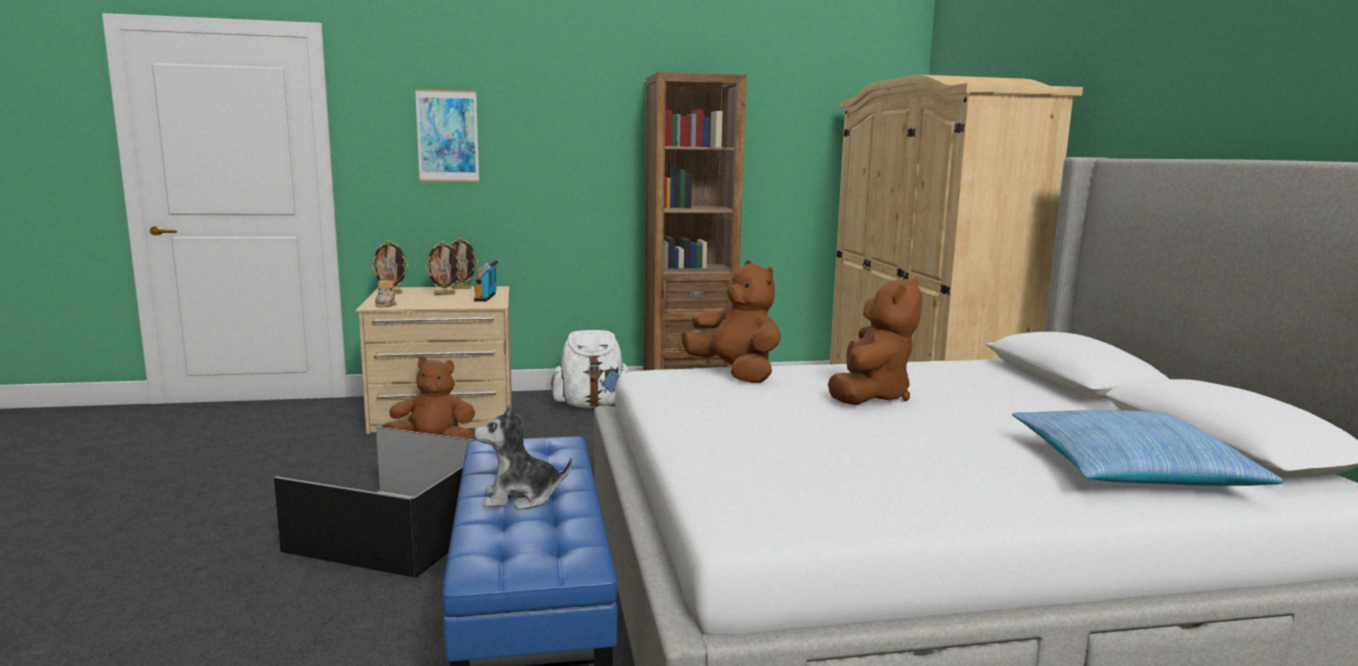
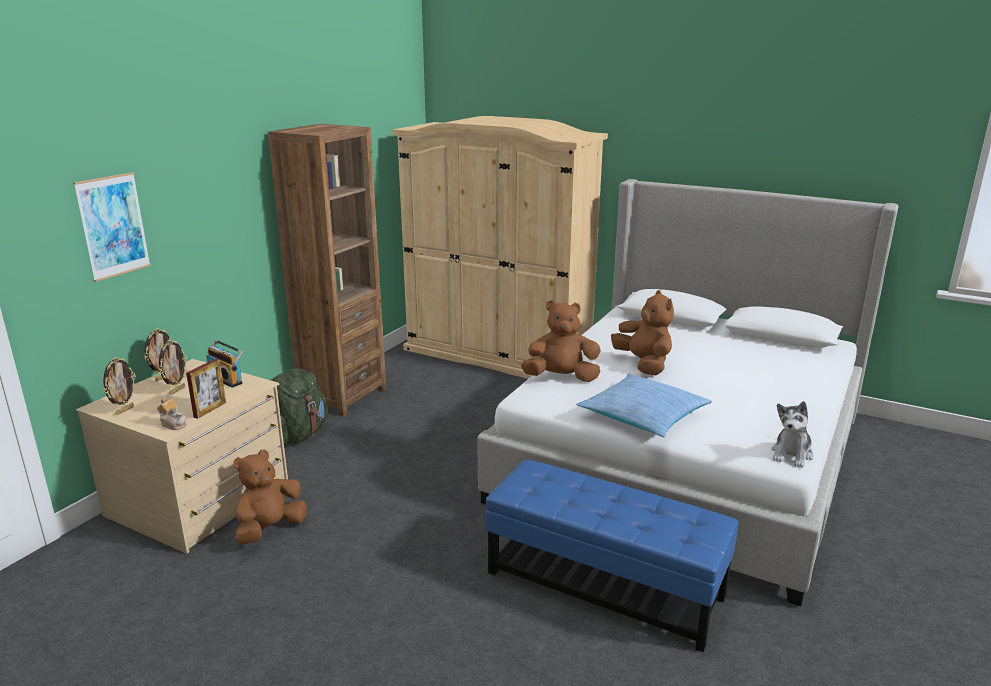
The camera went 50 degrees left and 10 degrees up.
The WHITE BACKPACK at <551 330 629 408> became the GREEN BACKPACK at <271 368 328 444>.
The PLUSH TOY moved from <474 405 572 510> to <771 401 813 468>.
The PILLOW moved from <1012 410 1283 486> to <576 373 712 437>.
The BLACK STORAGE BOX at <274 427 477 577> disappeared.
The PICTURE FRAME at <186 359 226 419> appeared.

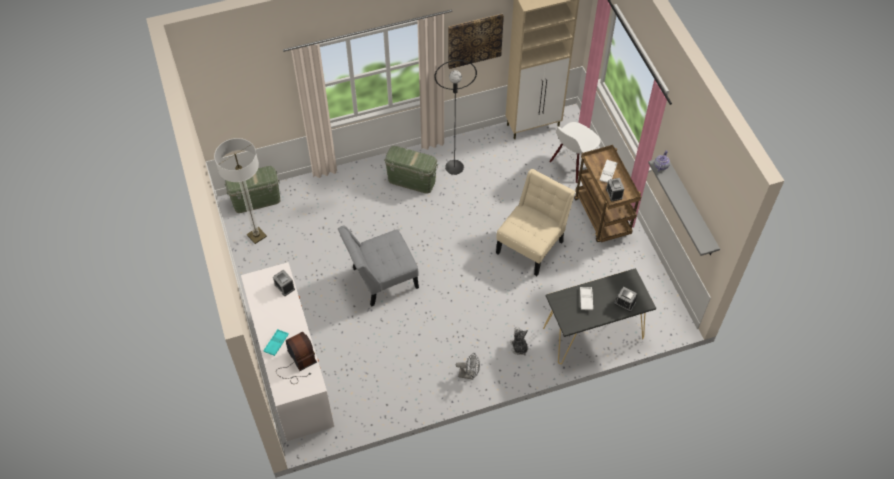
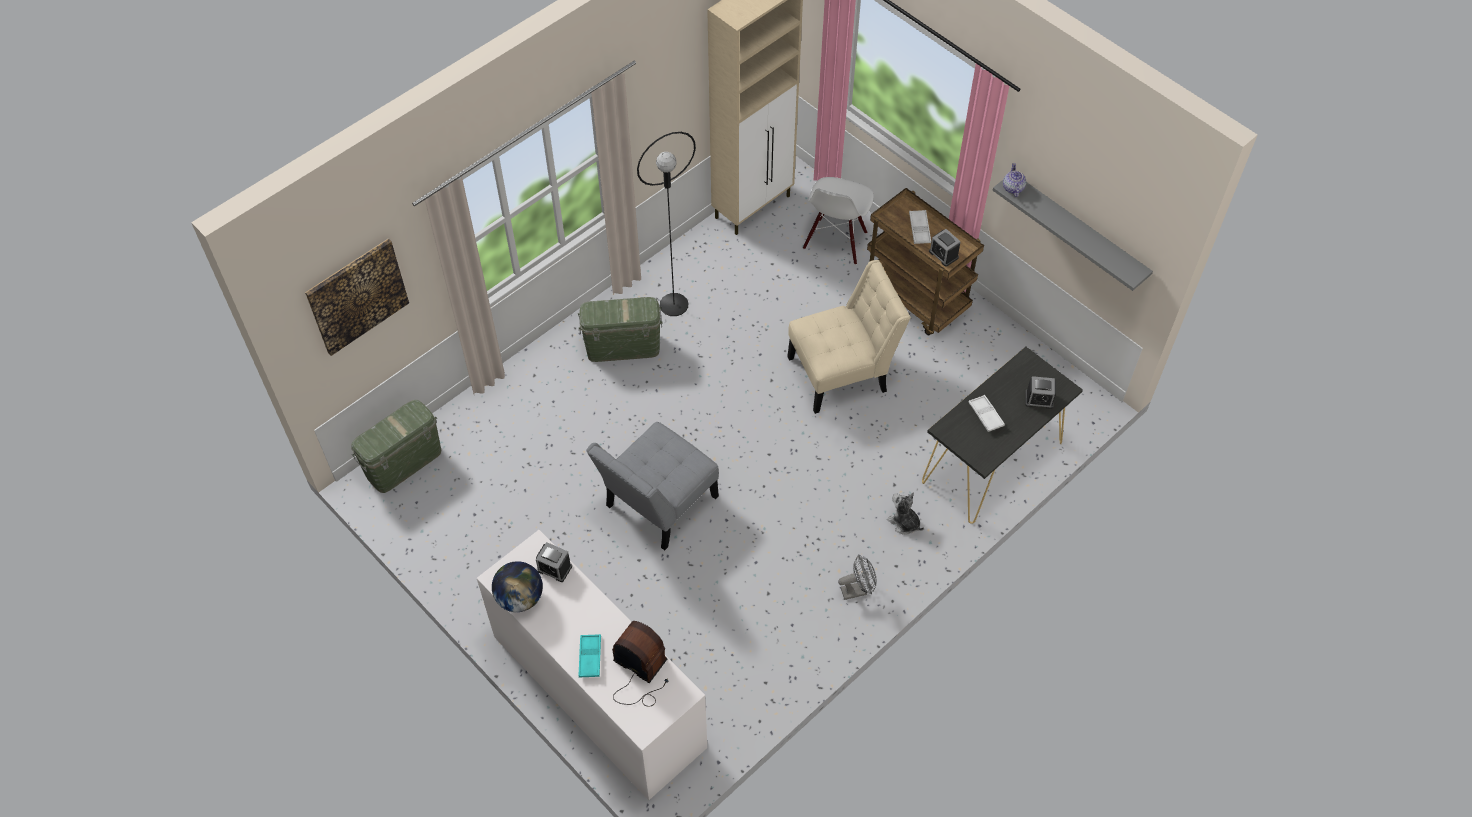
The camera went 25 degrees left and 0 degrees up.
The PICTURE moved from <448 14 504 69> to <305 239 409 356>.
The FLOOR LAMP at <214 138 267 244> disappeared.
The BEIGE CHAIR at <496 169 575 276> turned 60 degrees clockwise.
The GLOBE at <492 561 543 612> appeared.

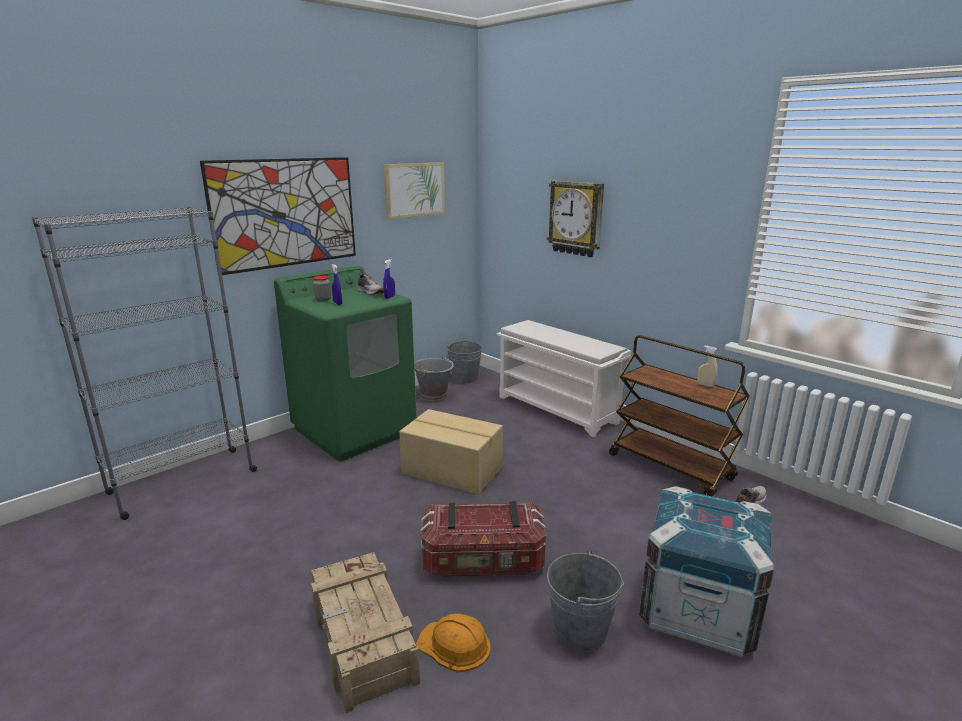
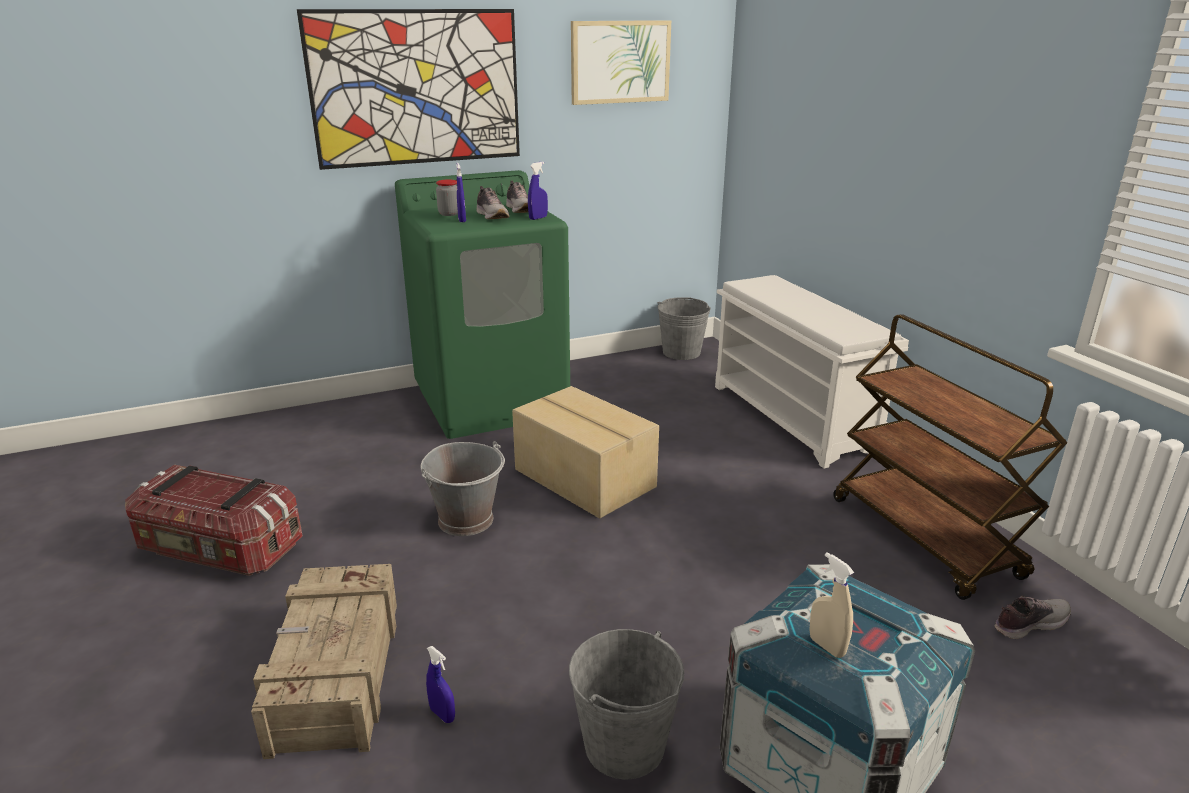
The camera went 20 degrees right and 5 degrees up.
The WALL CLOCK at <547 181 604 257> disappeared.
The GREY BOOKCASE at <32 206 257 520> disappeared.
The BEIGE SPRAY BOTTLE moved from <697 345 717 387> to <809 552 854 658>.
The GREY BUCKET moved from <414 355 454 401> to <420 441 505 536>.
The STORAGE BOX moved from <420 501 547 577> to <125 465 303 576>.
The ORANGE HARD HAT at <416 613 491 672> was replaced by the BLUE SPRAY BOTTLE at <426 646 455 723>.
The SHOE at <476 186 509 219> appeared.

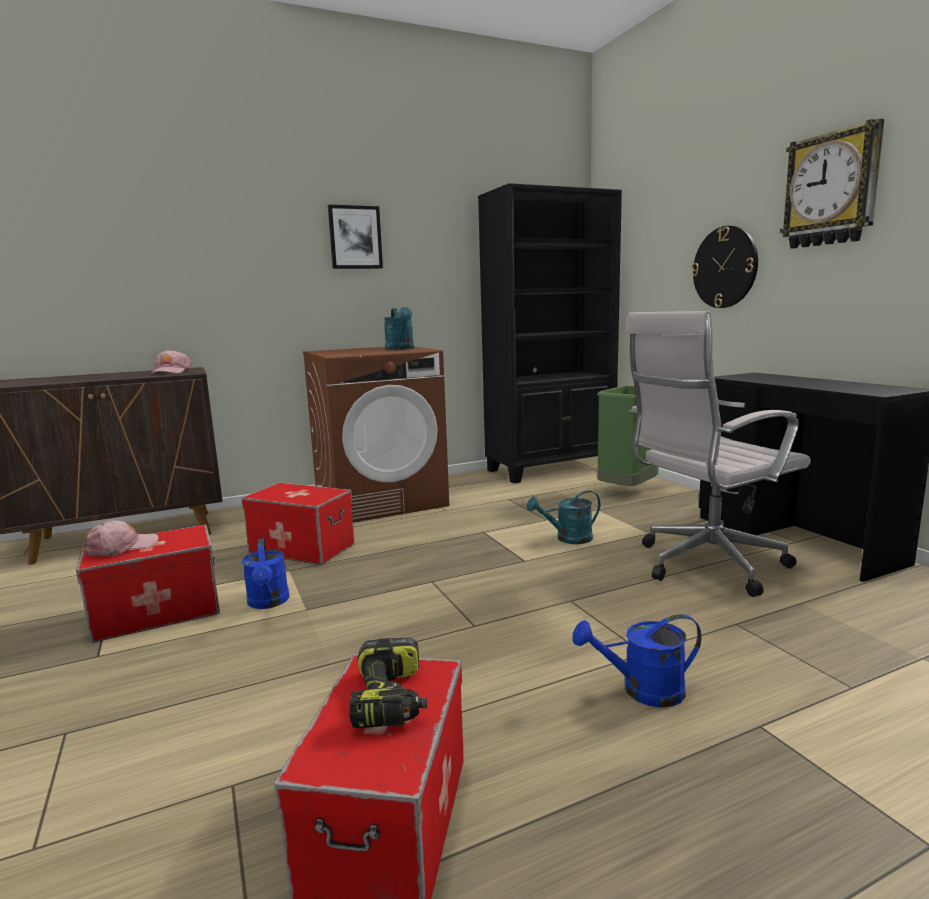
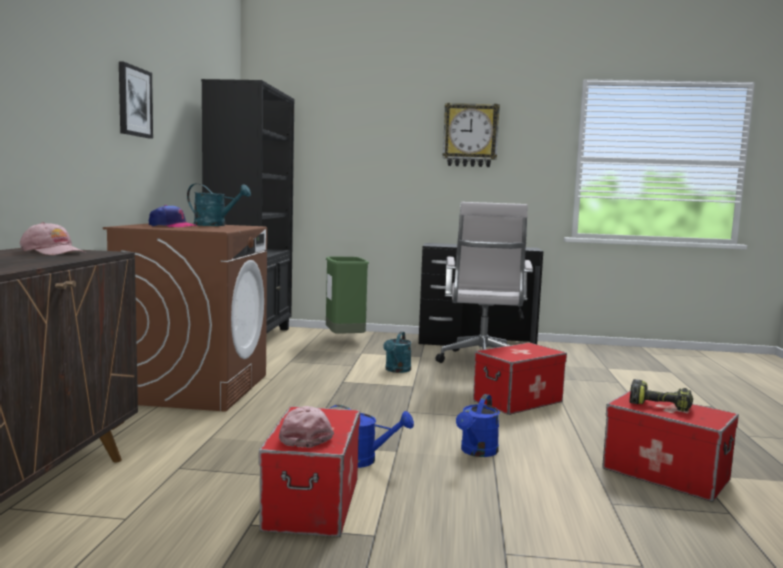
The camera went 60 degrees left and 5 degrees down.
The WALL CLOCK at <691 226 758 308> disappeared.
The STORAGE BOX moved from <241 483 355 565> to <473 343 567 415>.
The BLUE WATERING CAN moved from <573 614 702 707> to <456 394 500 457>.
The CAP at <149 205 198 227> appeared.

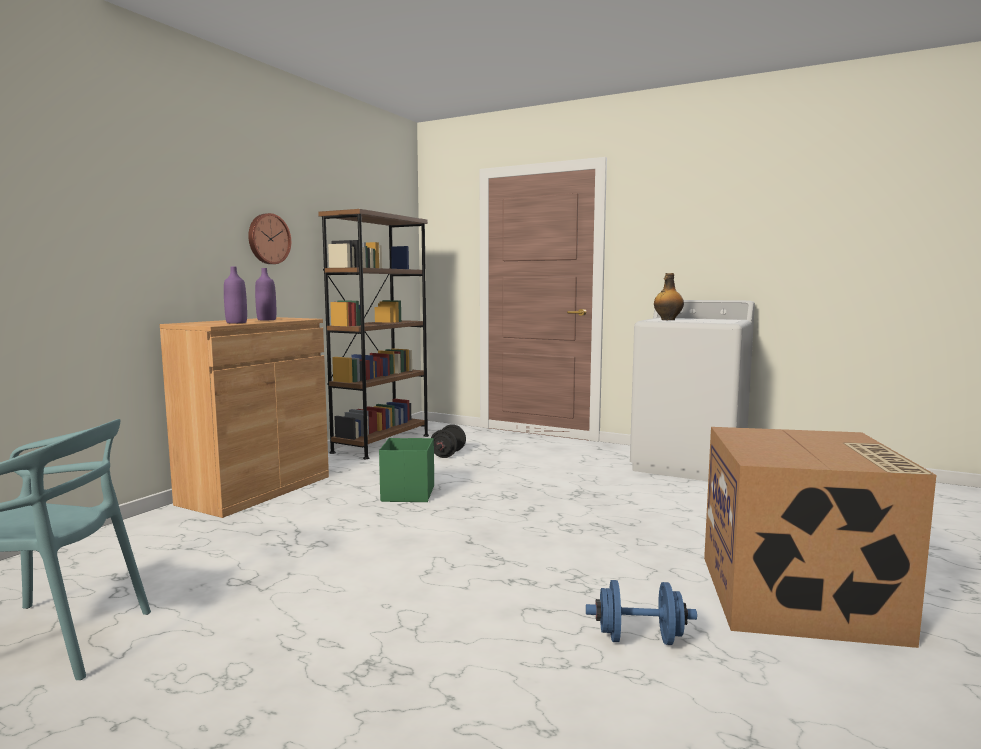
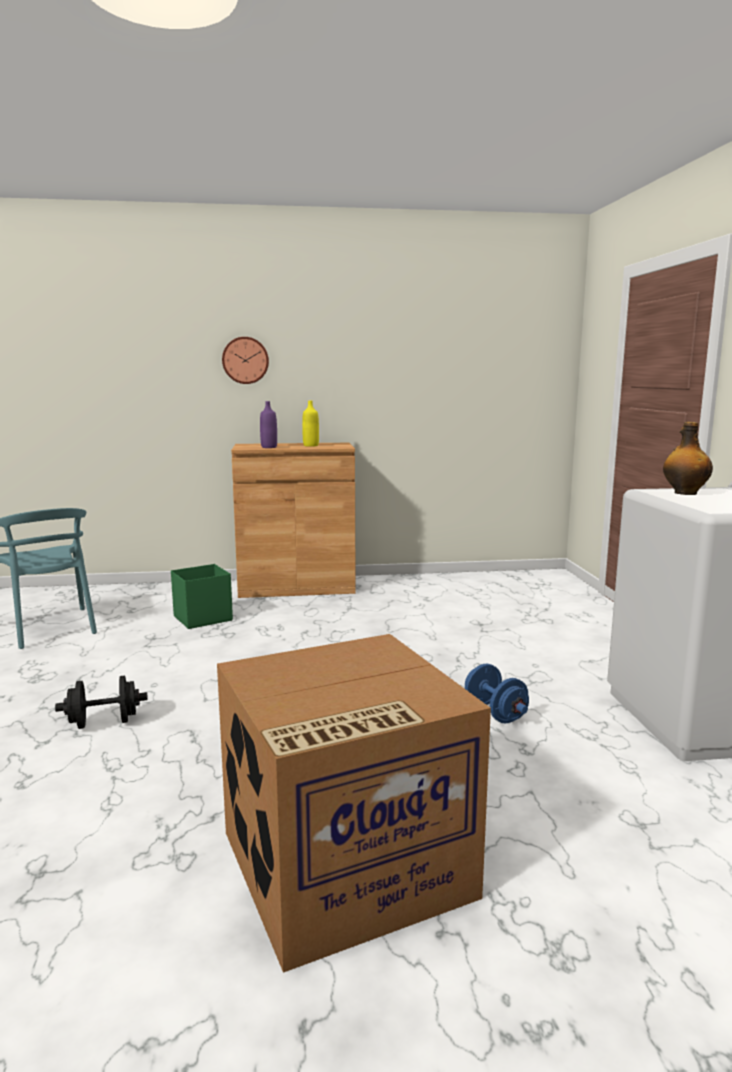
The camera went 55 degrees right and 5 degrees up.
The BROWN BOOKCASE at <318 209 429 459> disappeared.
The WALL CLOCK moved from <248 213 291 264> to <222 337 269 384>.
The PURPLE BOTTLE at <255 268 276 320> became the YELLOW BOTTLE at <302 401 319 447>.
The BLACK DUMBBELL moved from <431 424 466 458> to <55 676 148 729>.
The GREEN STORAGE BOX moved from <379 438 434 502> to <171 564 233 629>.
The BLUE DUMBBELL moved from <586 580 697 645> to <465 664 529 723>.

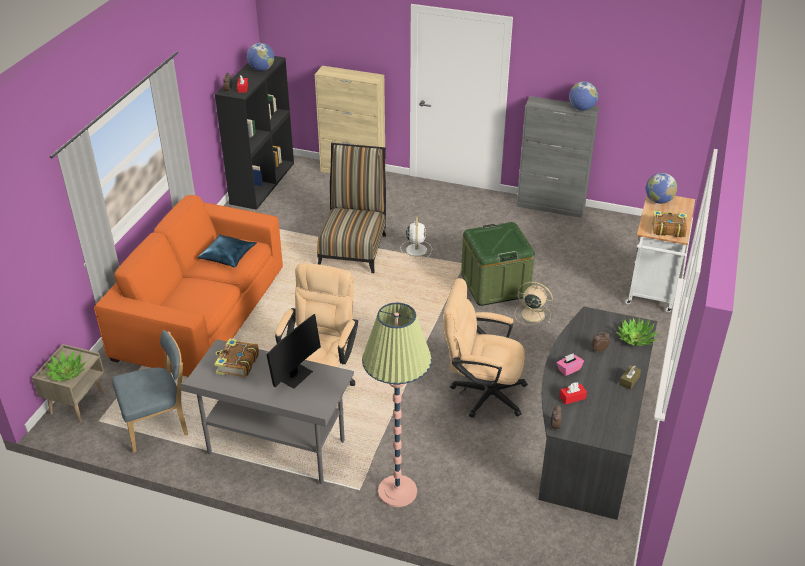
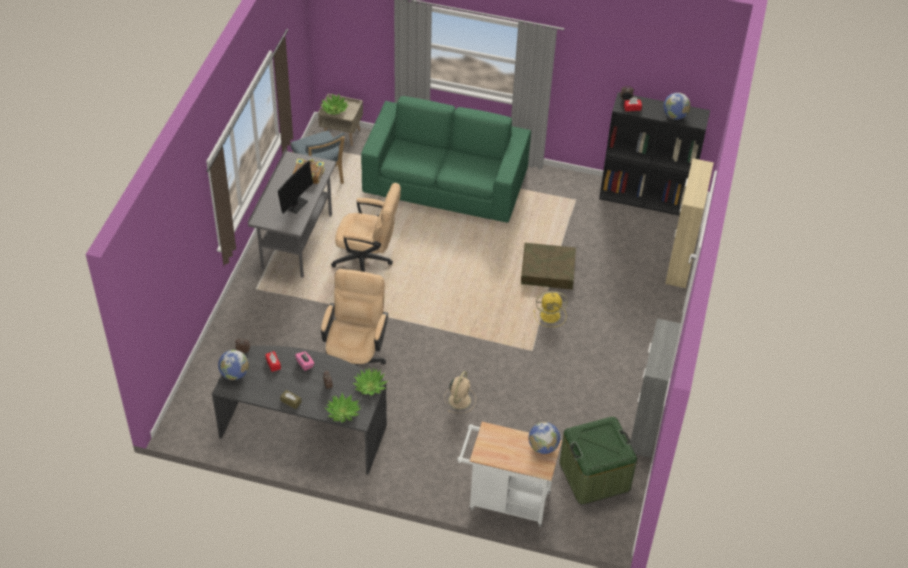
The camera went 85 degrees right and 10 degrees up.
The GLOBE moved from <569 81 598 111> to <218 350 249 380>.
The CHAIR at <317 143 386 273> was replaced by the BROWN STORAGE BOX at <521 243 576 290>.
The ORANGE SOFA at <94 195 283 377> became the GREEN SOFA at <361 96 531 223>.
The BOOK at <652 210 687 237> disappeared.
The WHITE FAN at <401 217 432 260> became the YELLOW FAN at <534 291 568 327>.
The GREEN STORAGE BOX moved from <461 222 535 306> to <559 417 637 505>.
The BLUE PILLOW at <197 234 257 268> disappeared.
The FLOOR LAMP at <362 303 432 507> disappeared.
The MONITOR at <266 314 321 389> turned 90 degrees counterclockwise.
The POTTED PLANT at <353 368 387 396> appeared.

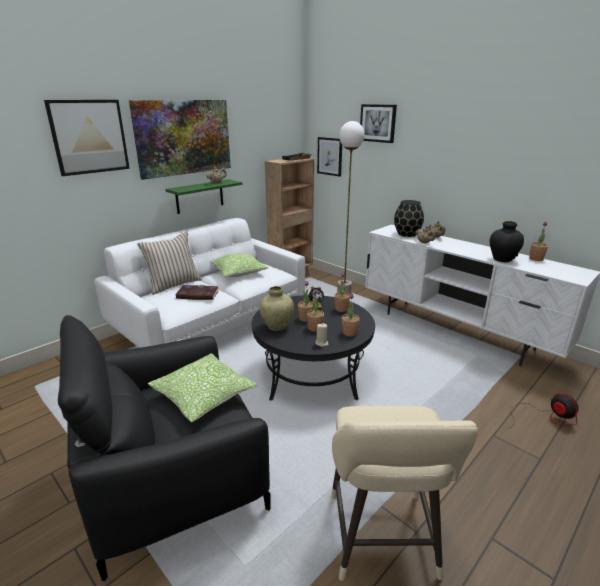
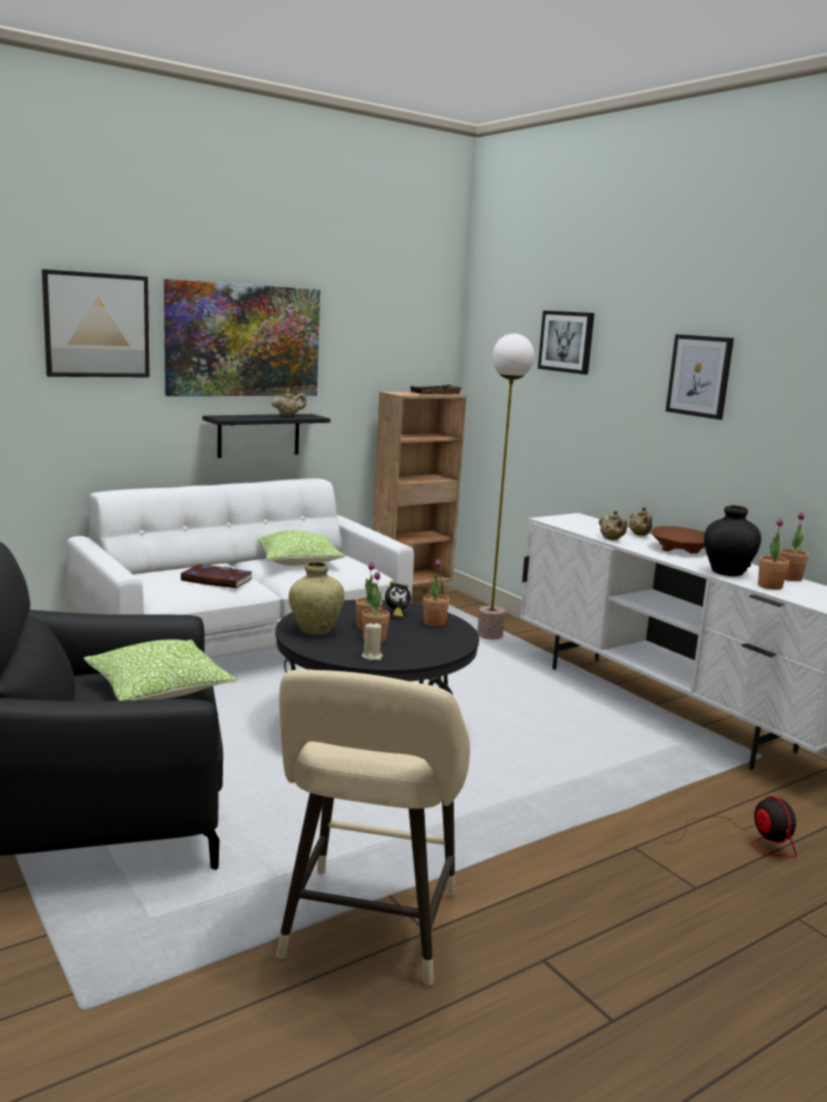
The camera went 10 degrees right and 10 degrees down.
The PICTURE moved from <317 137 342 177> to <666 334 734 420>.
The GREEN SHELF at <165 179 242 214> became the BLACK SHELF at <203 414 330 458>.
The BLACK VASE at <394 200 424 237> disappeared.
The BEIGE PILLOW at <137 232 202 295> disappeared.
The POTTED PLANT moved from <342 293 360 336> to <758 518 789 590>.
The BROWN BOWL at <651 526 705 554> appeared.

